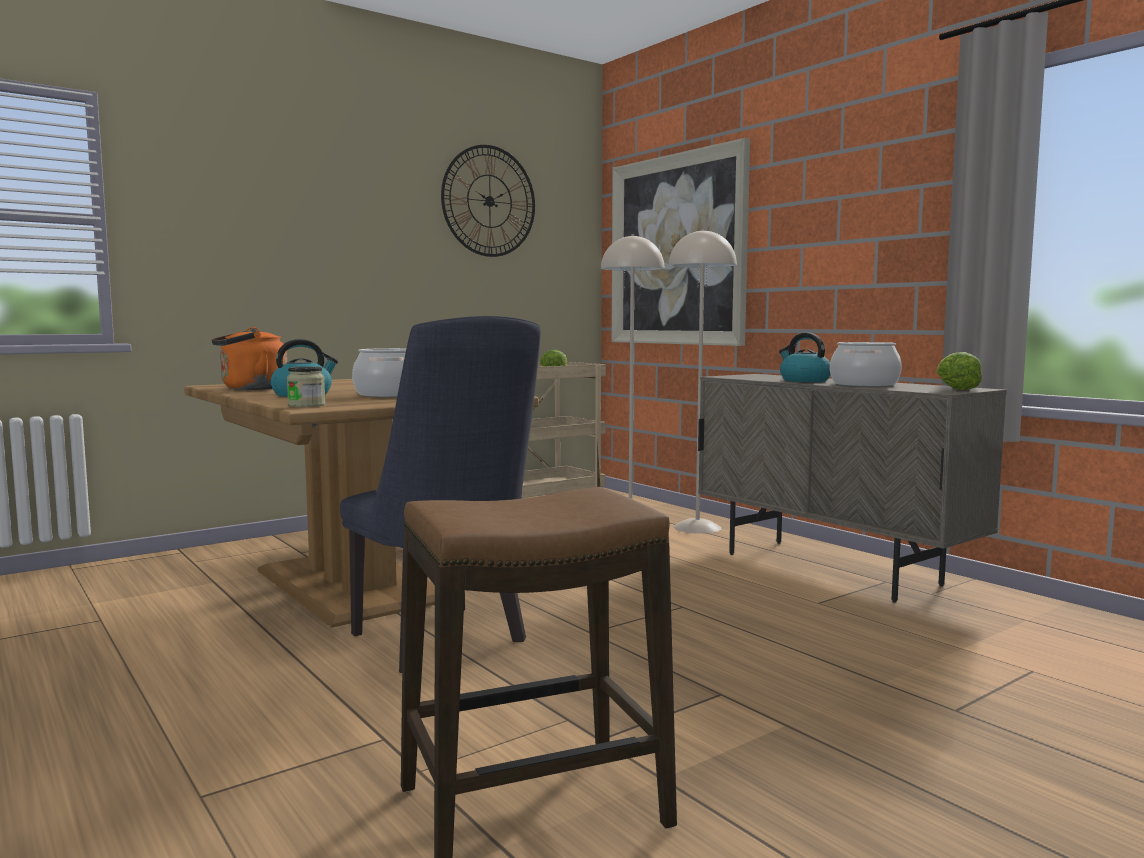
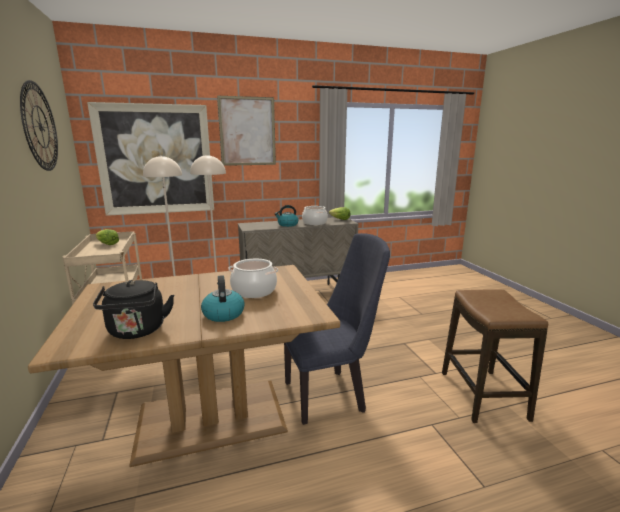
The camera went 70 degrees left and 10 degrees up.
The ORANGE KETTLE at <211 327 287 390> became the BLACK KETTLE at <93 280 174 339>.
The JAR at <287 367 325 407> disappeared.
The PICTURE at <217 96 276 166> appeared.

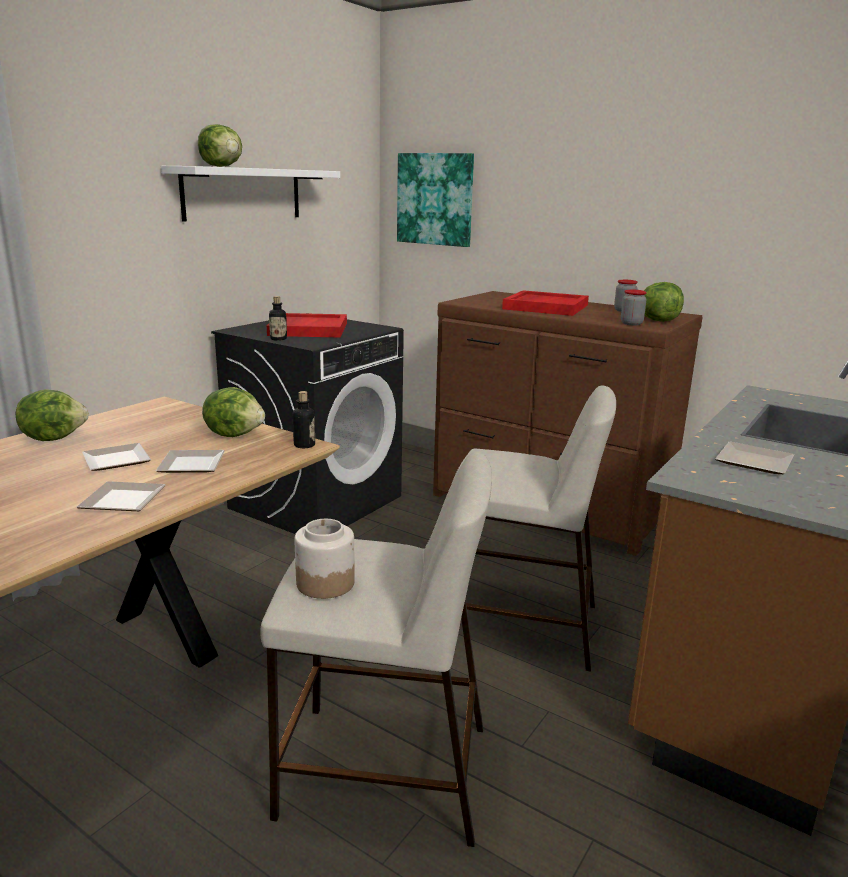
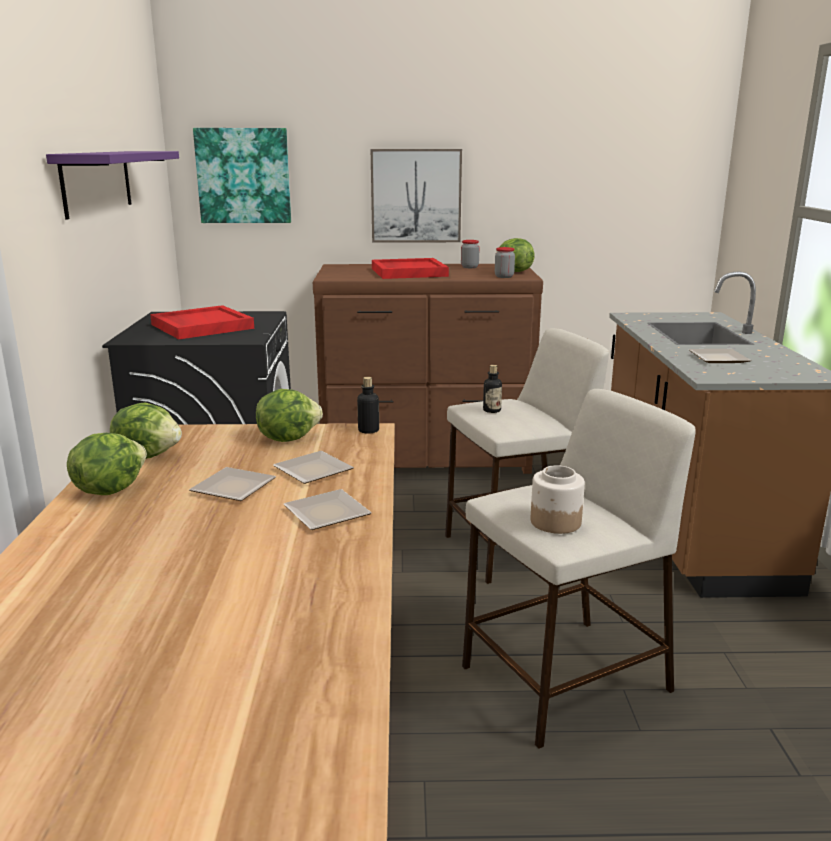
The camera went 35 degrees left and 0 degrees up.
The LETTUCE moved from <198 124 242 167> to <110 403 182 459>.
The WHITE SHELF at <161 166 340 222> became the PURPLE SHELF at <46 151 179 220>.
The BOTTLE moved from <269 296 287 341> to <483 365 502 413>.
The PICTURE at <371 149 462 243> appeared.

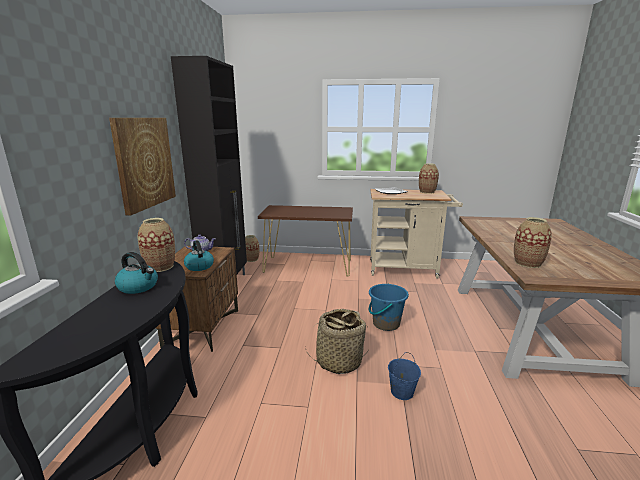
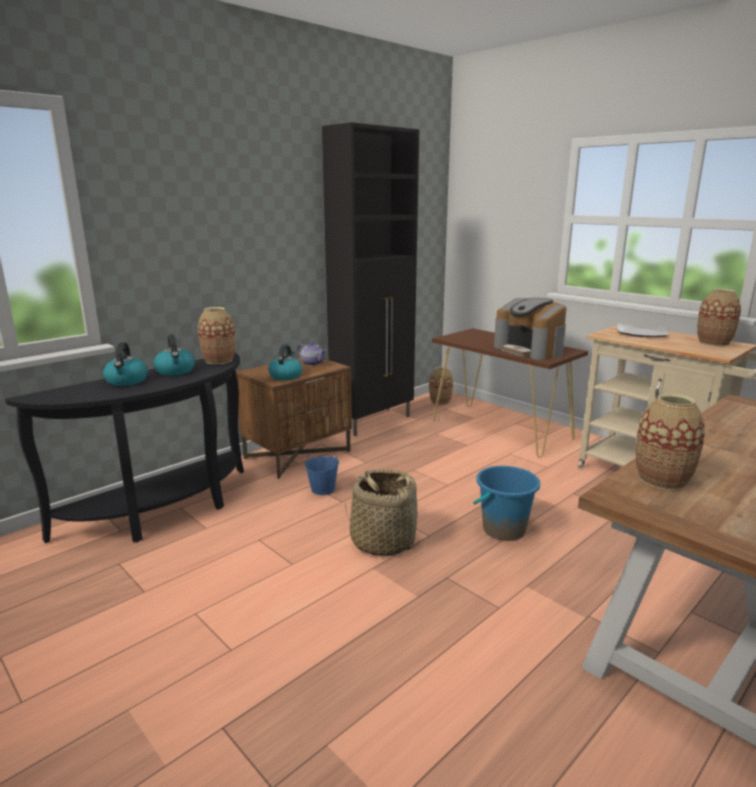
The camera went 40 degrees right and 0 degrees up.
The PICTURE at <109 118 176 216> disappeared.
The BLUE BUCKET moved from <388 352 421 400> to <305 444 339 495>.
The COFFEE MACHINE at <494 298 567 360> appeared.
The KETTLE at <103 342 148 386> appeared.

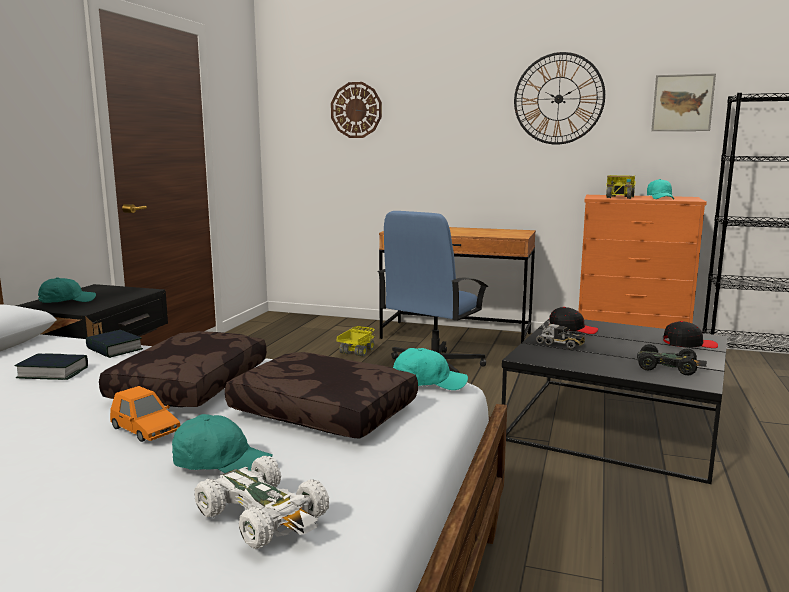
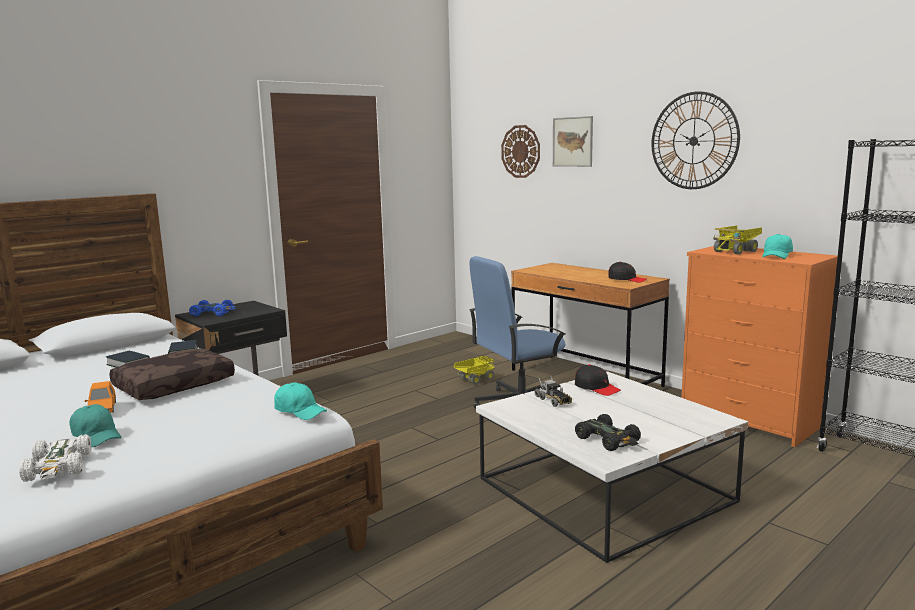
The camera went 30 degrees right and 0 degrees up.
The PICTURE moved from <651 73 716 131> to <553 116 593 167>.
The TURQUOISE CAP at <38 277 96 303> was replaced by the BLUE TOY CAR at <189 300 235 317>.
The BLACK COFFEE TABLE at <502 319 728 484> became the WHITE COFFEE TABLE at <476 371 748 563>.
The BLACK CAP moved from <663 321 718 348> to <608 262 647 282>.
The BROWN PILLOW at <225 352 418 438> disappeared.

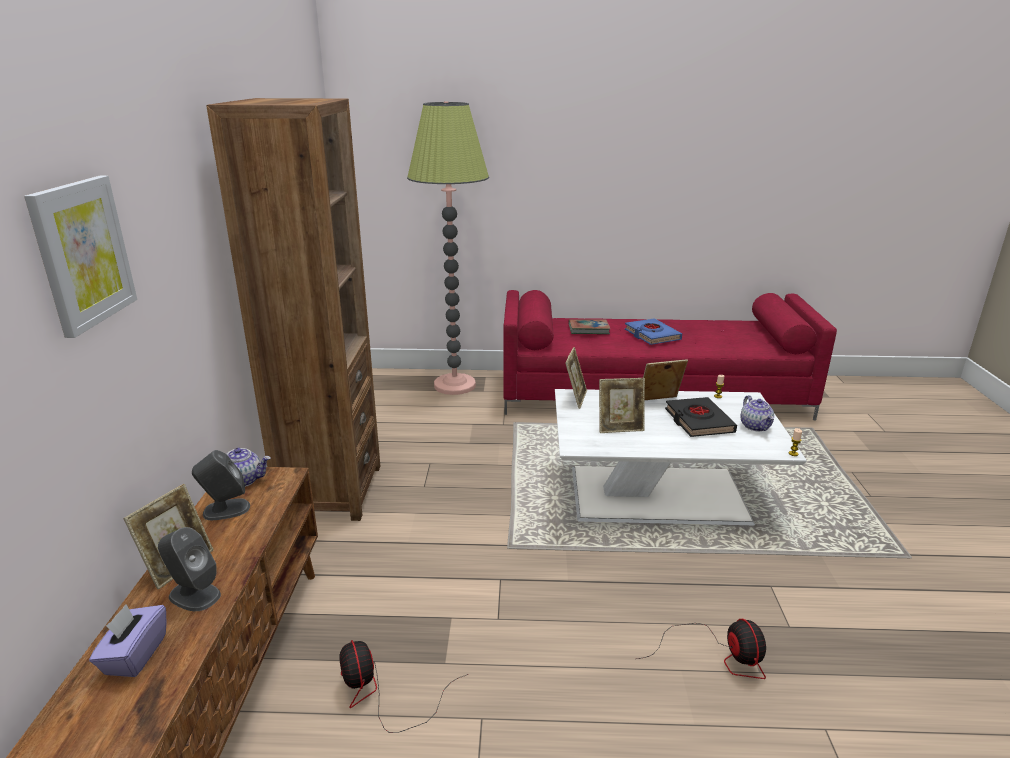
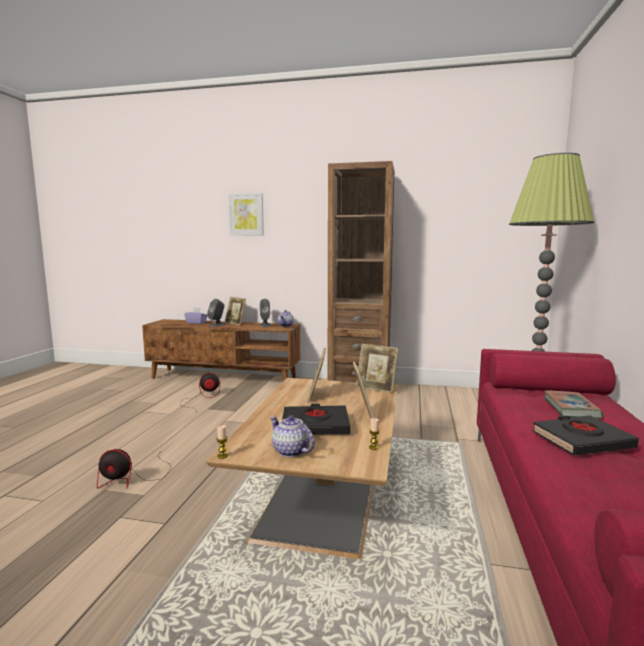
The camera went 100 degrees right and 15 degrees down.
The BLUE BOOK at <625 318 682 345> became the BLACK BOOK at <532 415 639 455>.
The WHITE COFFEE TABLE at <555 389 807 525> became the BROWN COFFEE TABLE at <206 378 398 559>.
The TEAPOT at <740 395 774 431> turned 45 degrees clockwise.

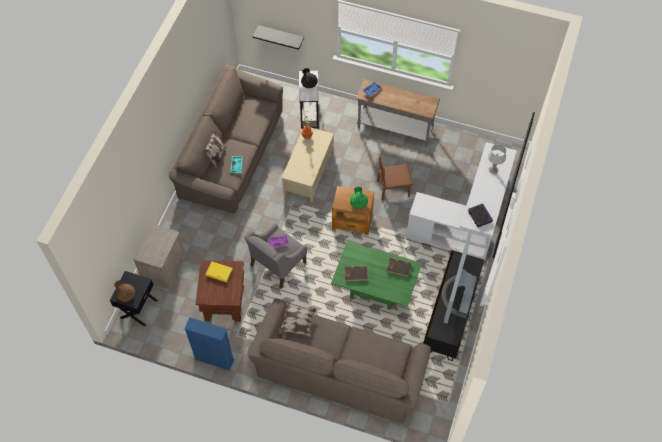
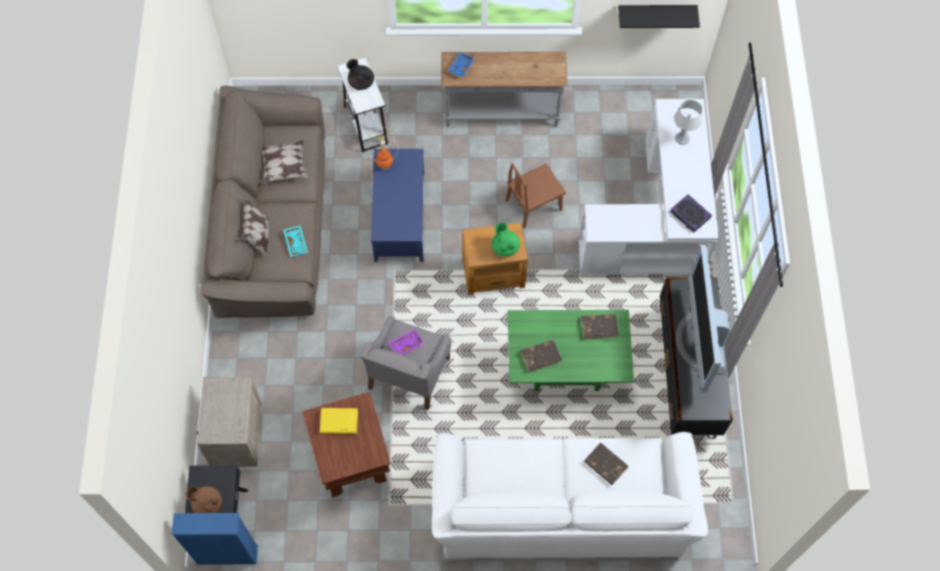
The camera went 20 degrees left and 5 degrees up.
The BLACK SHELF moved from <253 25 304 50> to <618 5 700 28>.
The BEIGE COFFEE TABLE at <281 127 334 202> became the BLUE COFFEE TABLE at <371 149 424 262>.
The BROWN SOFA at <247 298 431 424> became the WHITE SOFA at <432 432 708 558>.
The PILLOW moved from <278 304 316 337> to <261 140 308 185>.
The BLUE BOOKCASE moved from <184 317 234 371> to <172 513 258 565>.
The BROWN BOOK at <584 442 628 485> appeared.

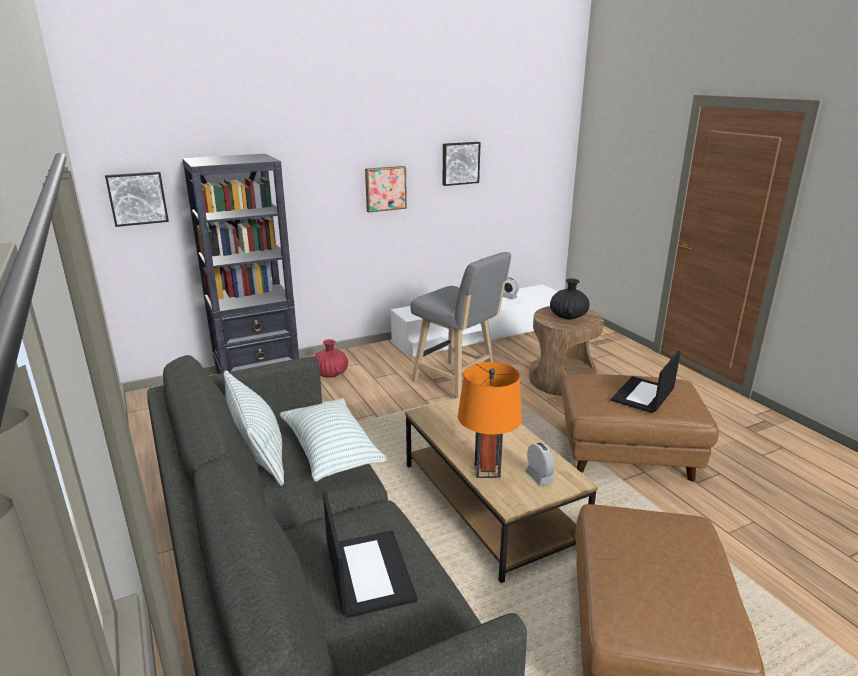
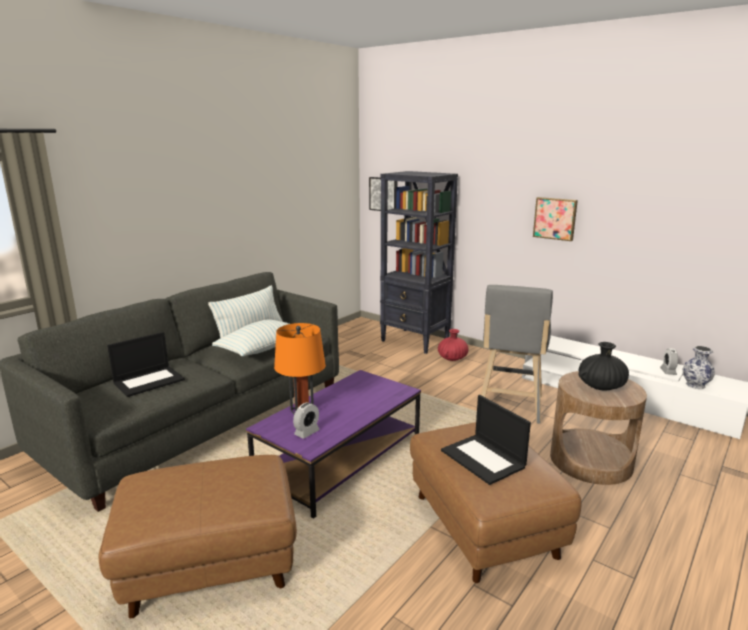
The camera went 65 degrees right and 5 degrees down.
The PICTURE at <442 142 481 186> disappeared.
The LAPTOP at <611 351 681 413> turned 135 degrees counterclockwise.
The BROWN COFFEE TABLE at <405 398 598 583> became the PURPLE COFFEE TABLE at <246 370 421 519>.
The VASE at <683 346 715 389> appeared.

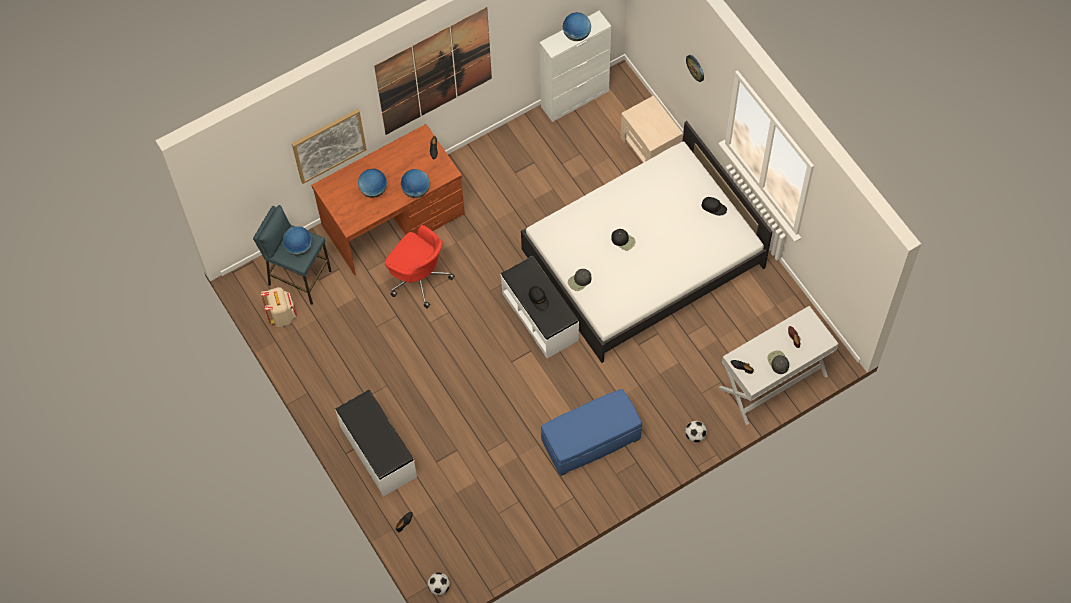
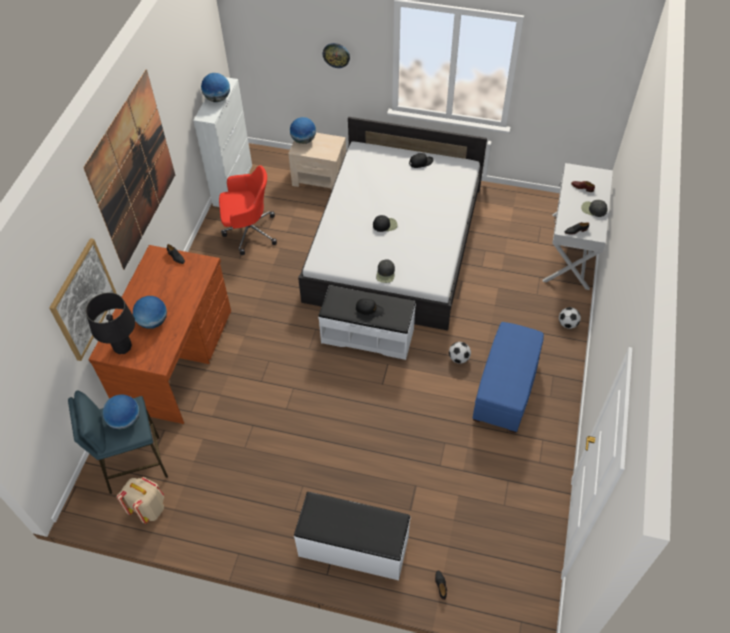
The camera went 45 degrees left and 10 degrees down.
The GLOBE moved from <401 169 430 198> to <290 117 316 144>.
The RED OFFICE CHAIR moved from <385 225 455 308> to <219 165 277 255>.
The FOOTBALL moved from <428 573 450 595> to <449 342 471 364>.
The BLACK TABLE LAMP at <86 292 135 354> appeared.

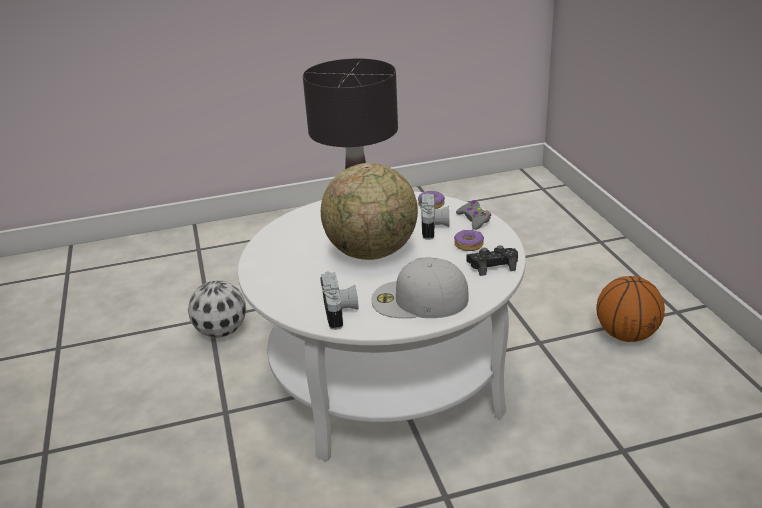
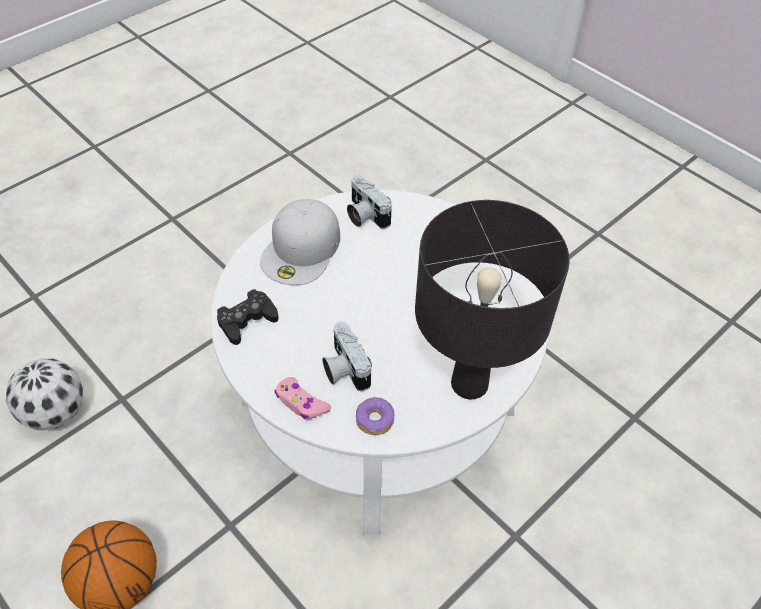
The camera went 150 degrees right and 20 degrees up.
The GLOBE at <321 163 418 260> disappeared.
The GREY GAME CONTROLLER at <456 200 491 230> became the PINK GAME CONTROLLER at <275 377 331 420>.
The DONUT at <454 229 484 251> disappeared.
The WHITE CAP at <371 257 469 318> turned 135 degrees clockwise.
The FOOTBALL moved from <188 280 246 338> to <6 358 83 430>.

